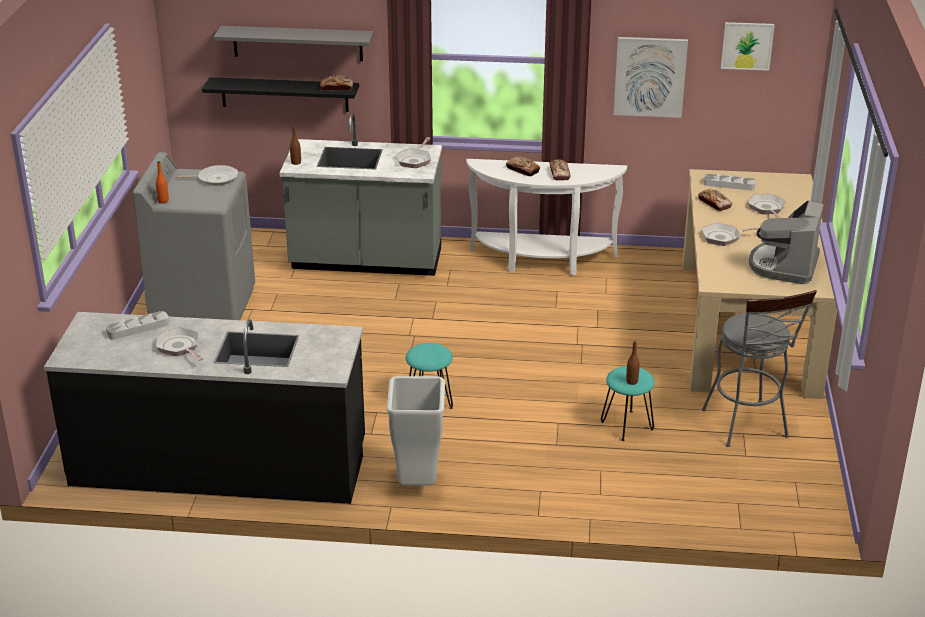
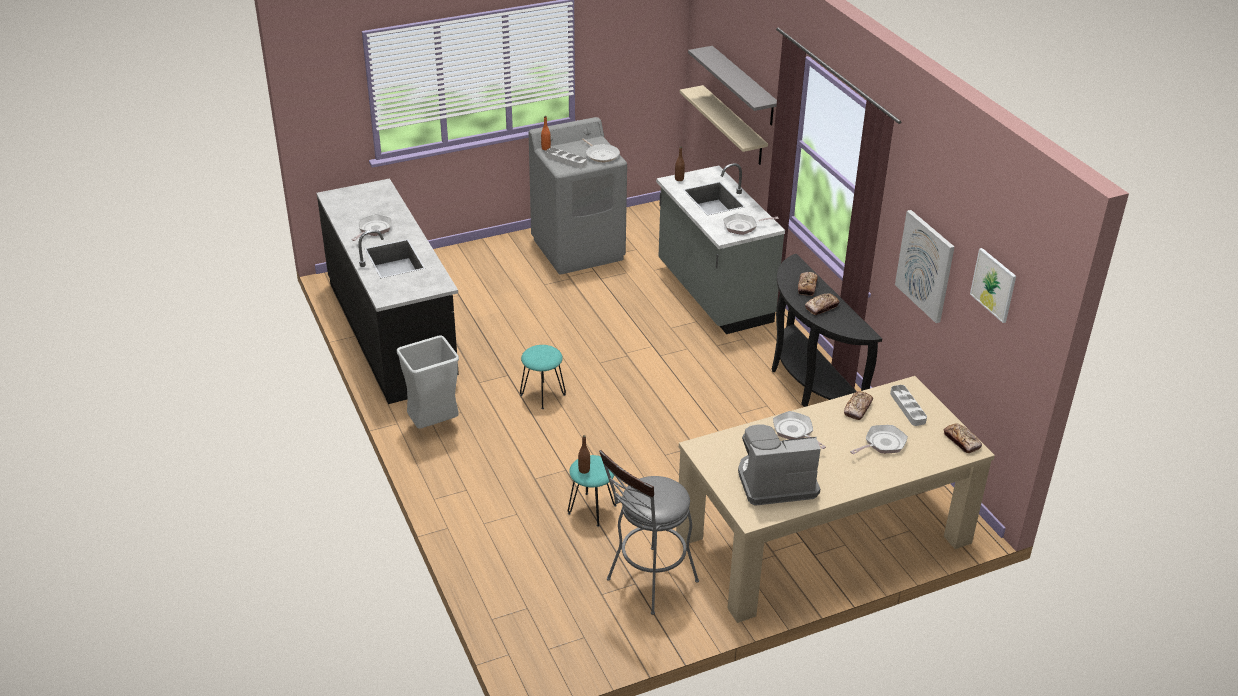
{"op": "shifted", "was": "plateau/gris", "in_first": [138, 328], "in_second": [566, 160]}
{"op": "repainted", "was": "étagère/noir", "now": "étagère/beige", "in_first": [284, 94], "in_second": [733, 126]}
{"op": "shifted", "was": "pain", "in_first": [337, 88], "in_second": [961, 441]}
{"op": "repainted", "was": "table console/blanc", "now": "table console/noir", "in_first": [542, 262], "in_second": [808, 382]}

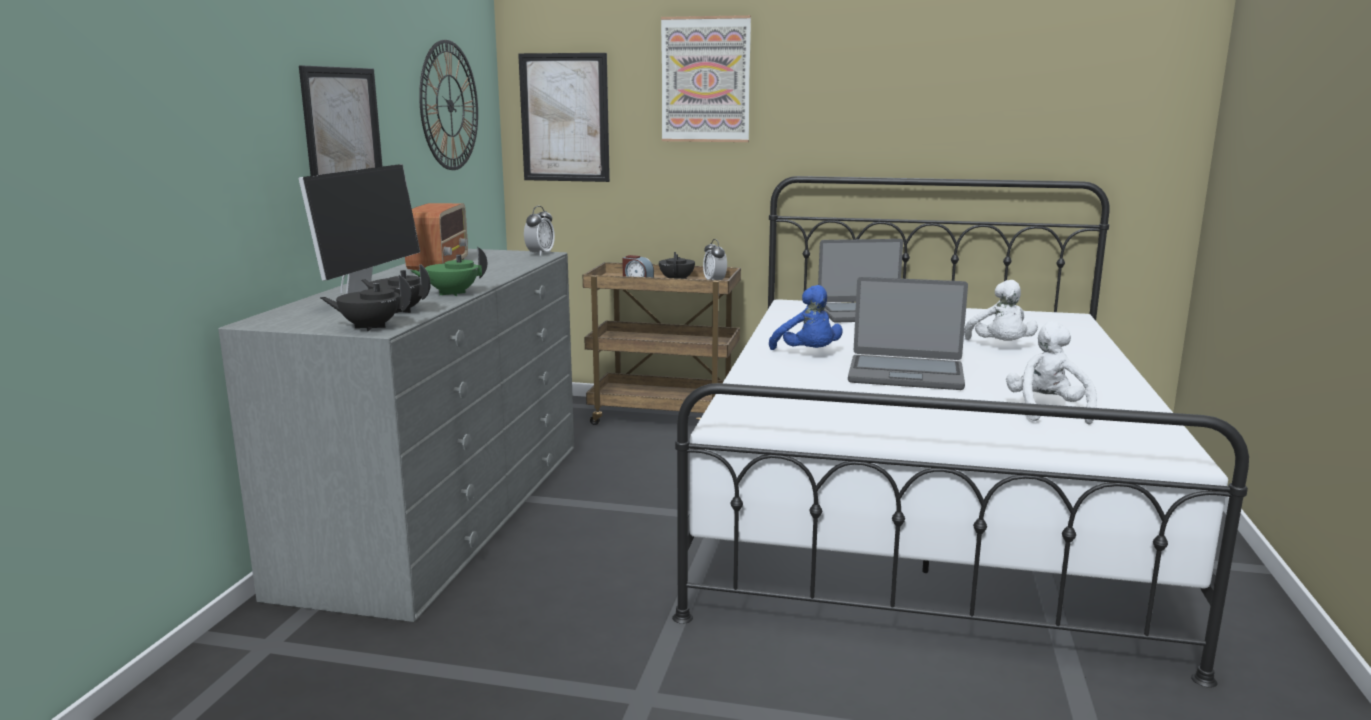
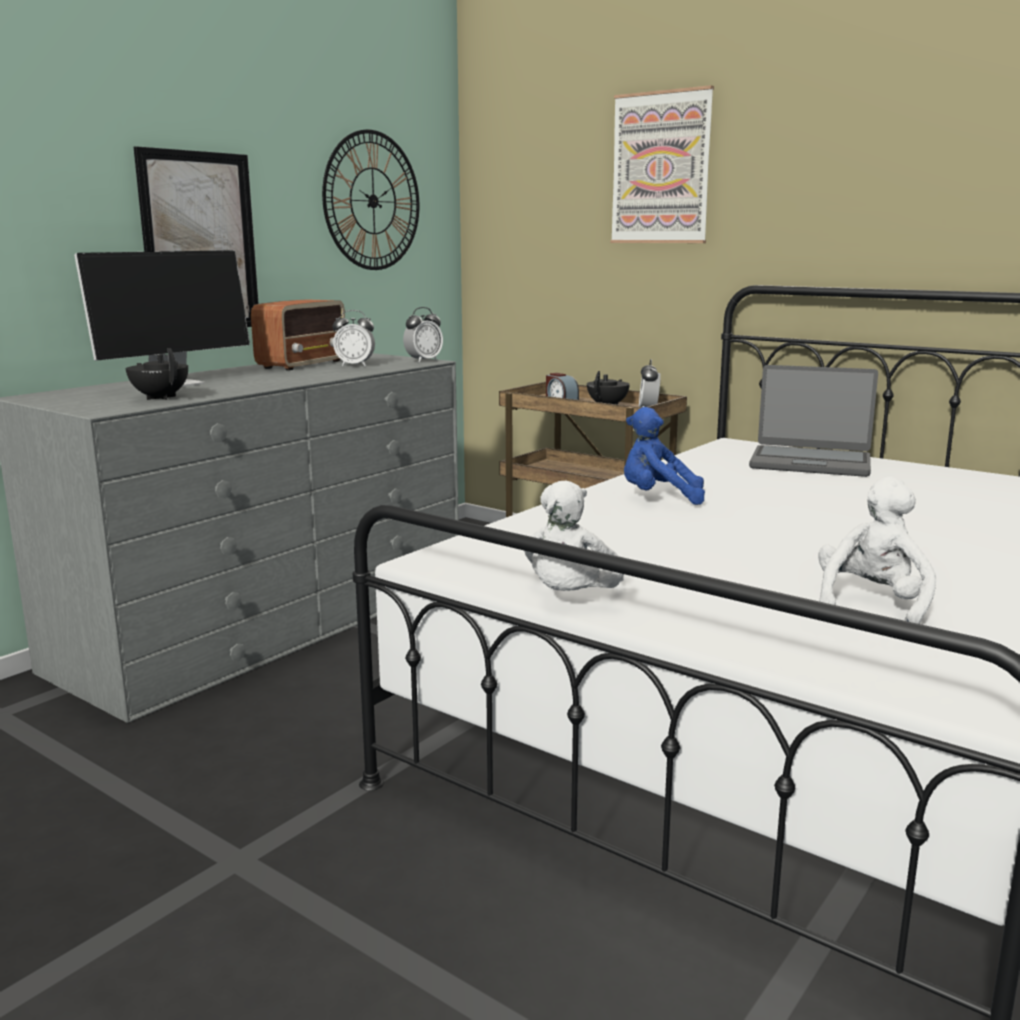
{"op": "gone", "was": "théière/noir", "in_first": [370, 327]}
{"op": "gone", "was": "théière/vert", "in_first": [452, 294]}
{"op": "gone", "was": "tableau", "in_first": [564, 118]}
{"op": "rotated", "was": "peluche/bleu", "in_first": [808, 354], "in_second": [658, 498], "clockwise": 105}
{"op": "gone", "was": "ordinateur portable", "in_first": [905, 374]}
{"op": "shifted", "was": "peluche/blanc", "in_first": [1000, 346], "in_second": [571, 598]}
{"op": "new", "now": "réveil", "in_second": [355, 365]}

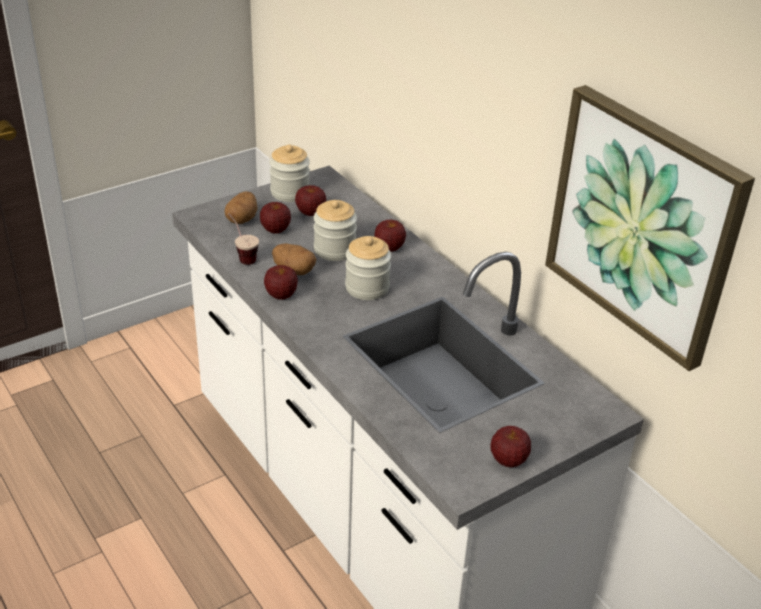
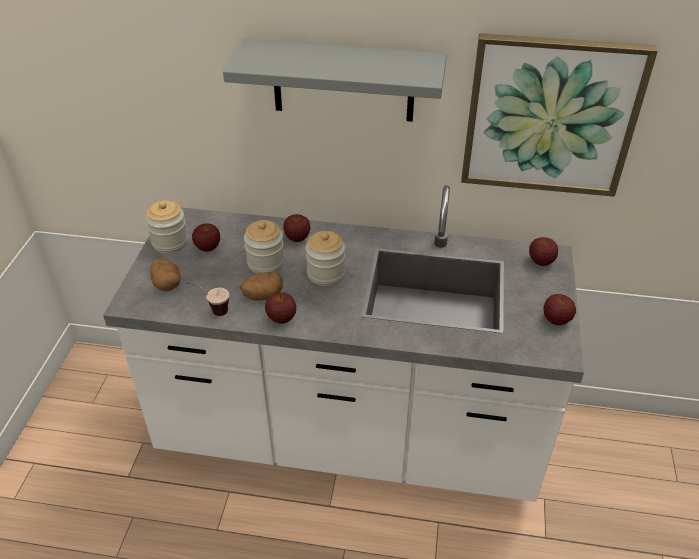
{"op": "shifted", "was": "pomme", "in_first": [275, 230], "in_second": [541, 262]}
{"op": "new", "now": "étagère/gris", "in_second": [343, 81]}

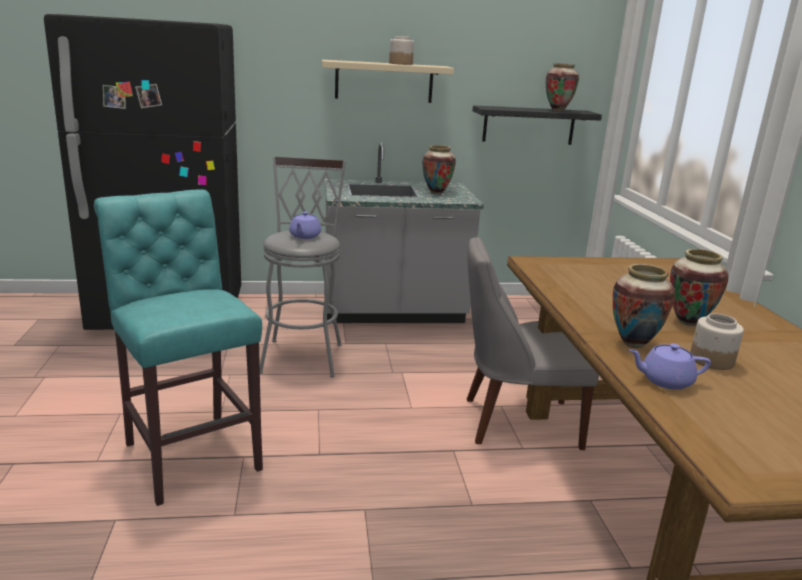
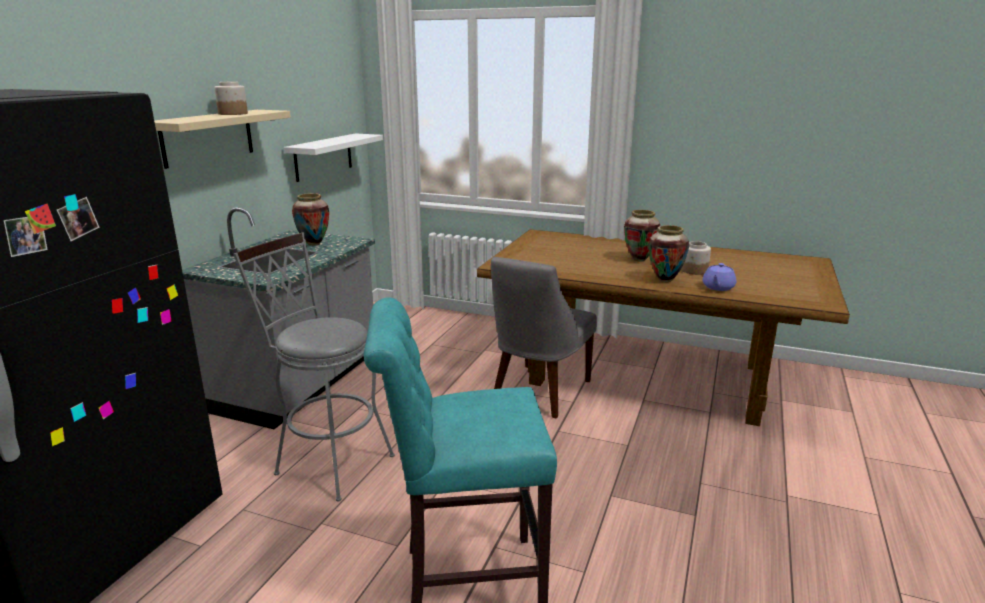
{"op": "gone", "was": "théière/violet", "in_first": [304, 236]}
{"op": "repainted", "was": "étagère/noir", "now": "étagère/blanc", "in_first": [529, 125], "in_second": [323, 157]}
{"op": "gone", "was": "vase", "in_first": [557, 110]}

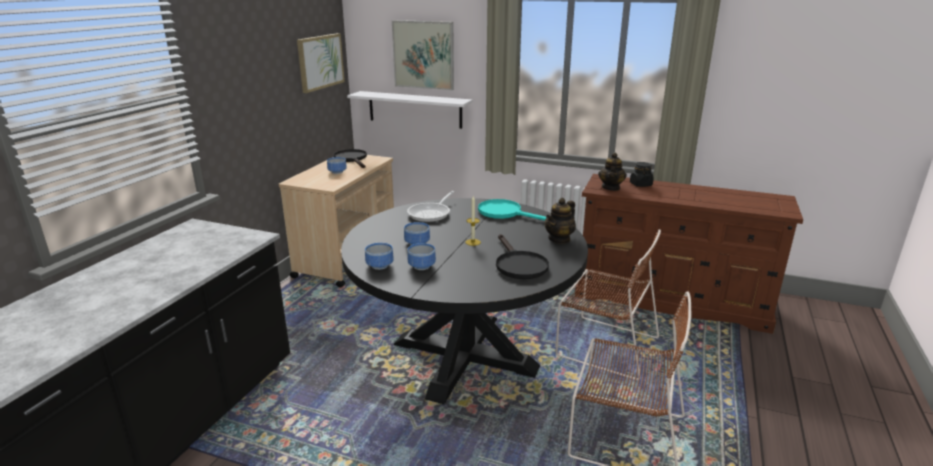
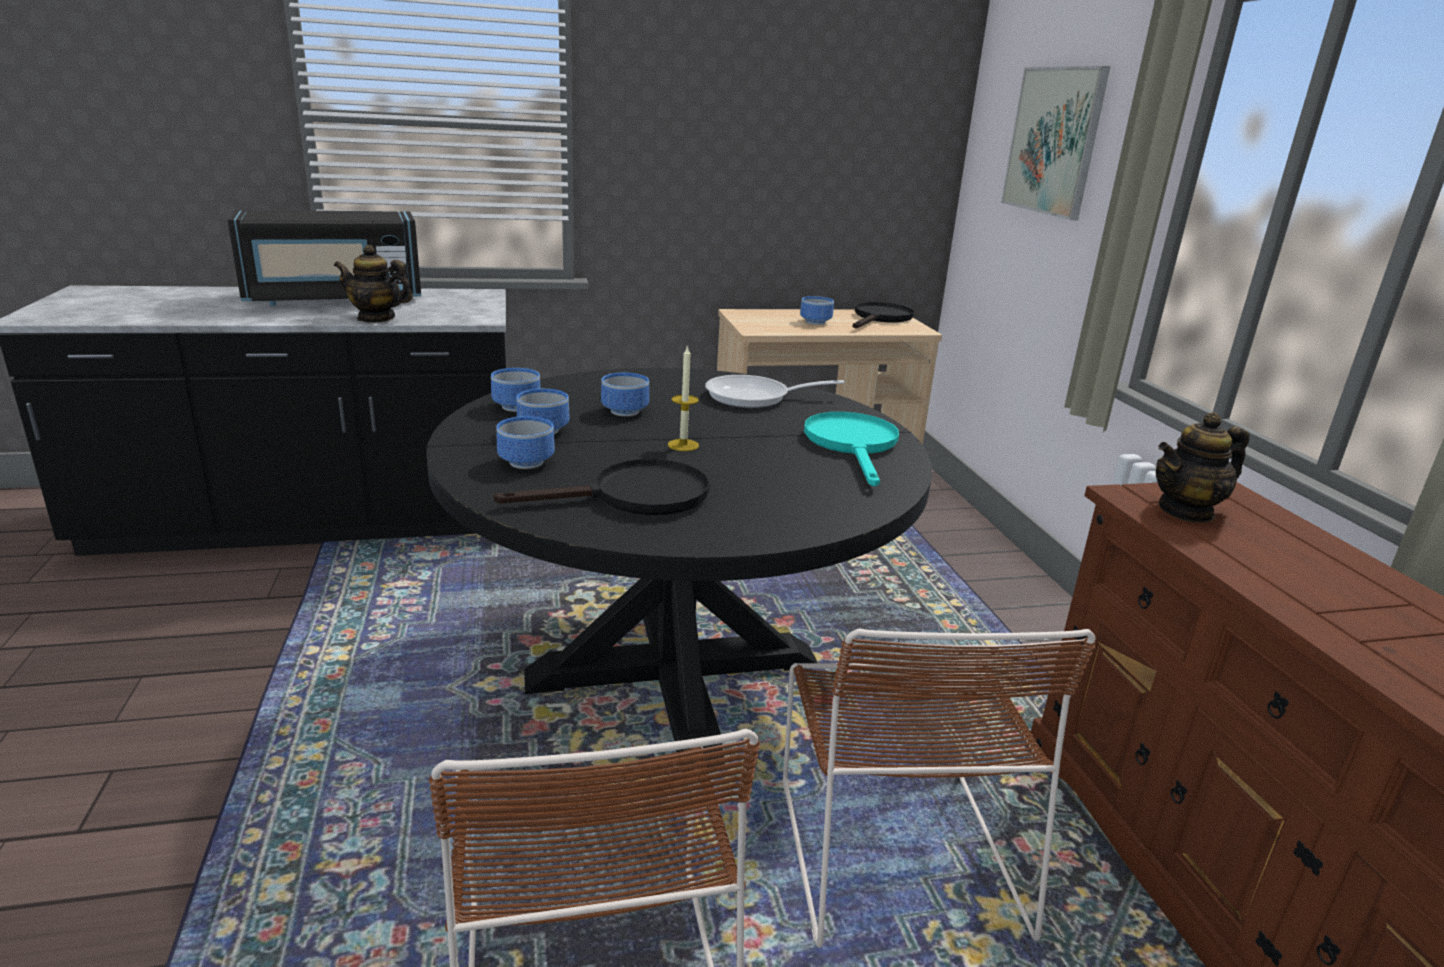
{"op": "gone", "was": "tableau", "in_first": [320, 62]}
{"op": "gone", "was": "étagère/blanc", "in_first": [414, 109]}
{"op": "rotated", "was": "poêle/noir", "in_first": [518, 265], "in_second": [634, 496], "clockwise": -150}
{"op": "shifted", "was": "théière", "in_first": [559, 239], "in_second": [376, 318]}
{"op": "gone", "was": "bocal/noir", "in_first": [640, 184]}
{"op": "new", "now": "micro-ondes/noir", "in_second": [334, 299]}
{"op": "new", "now": "bol", "in_second": [528, 462]}

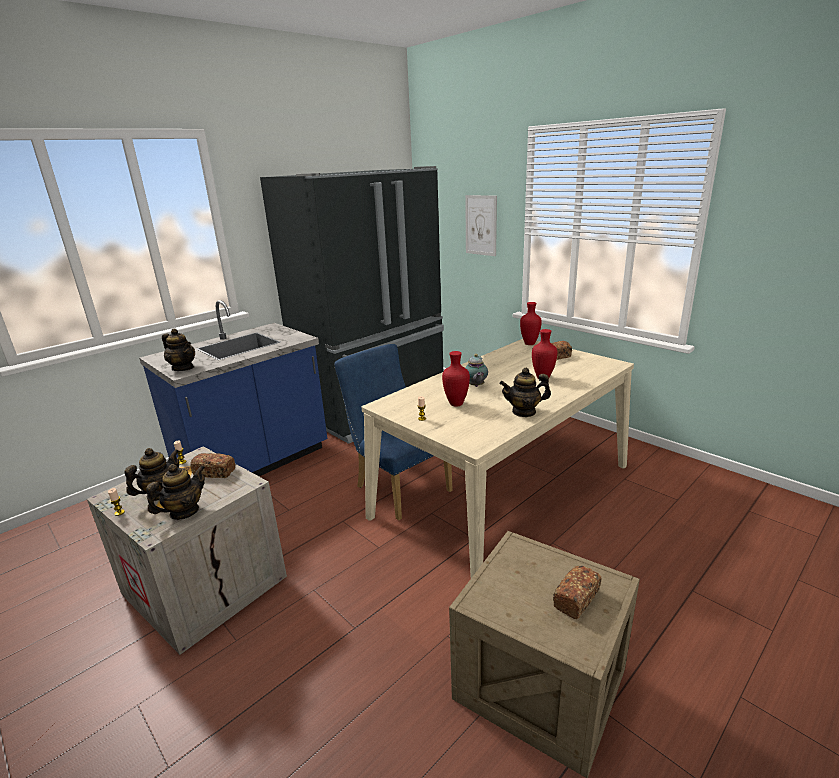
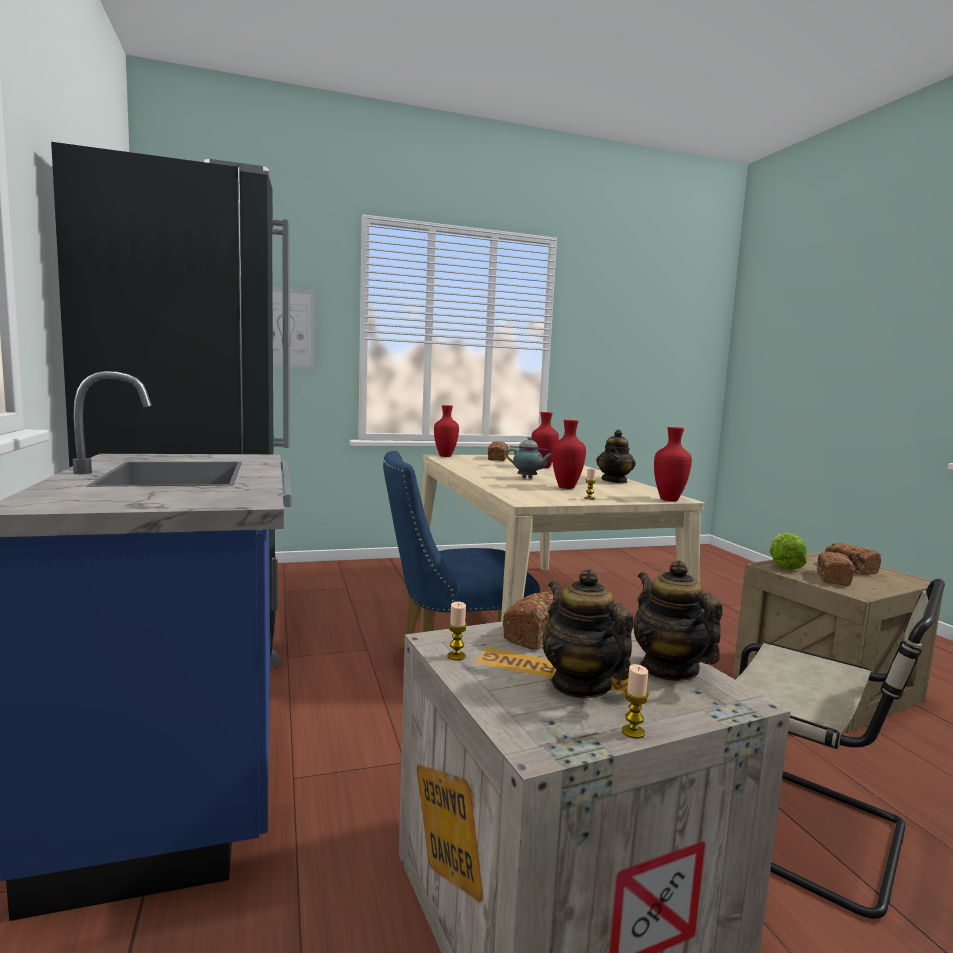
{"op": "gone", "was": "théière", "in_first": [183, 368]}
{"op": "new", "now": "vase/rouge", "in_second": [670, 499]}
{"op": "new", "now": "chaise/beige", "in_second": [803, 830]}
{"op": "new", "now": "laitue", "in_second": [783, 565]}
{"op": "new", "now": "pain", "in_second": [833, 578]}

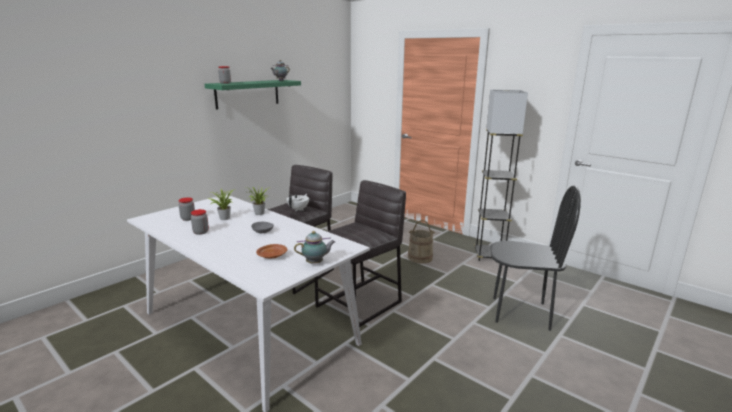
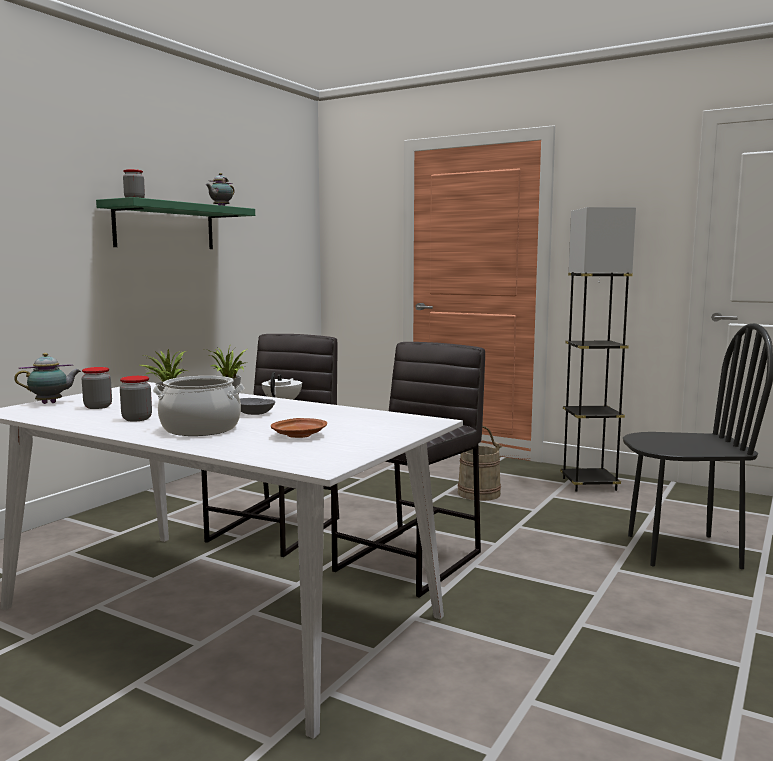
{"op": "shifted", "was": "théière", "in_first": [316, 263], "in_second": [51, 403]}
{"op": "new", "now": "marmite", "in_second": [200, 429]}

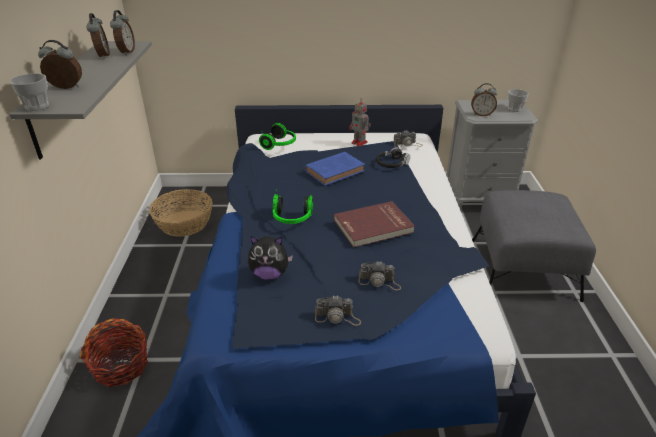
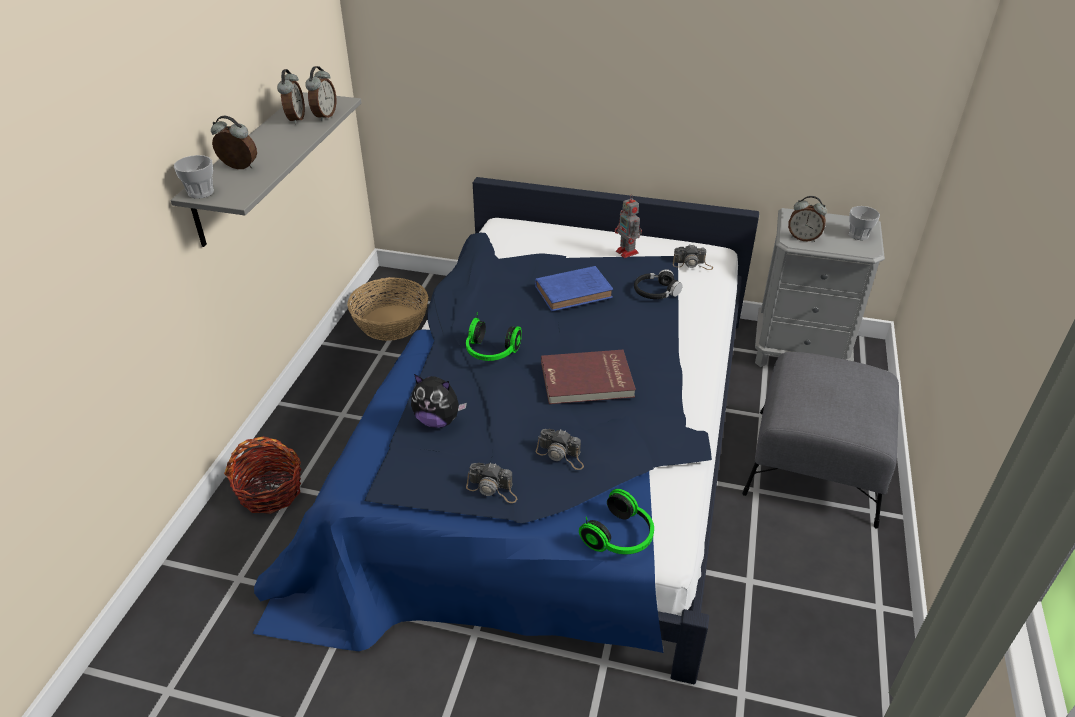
{"op": "shifted", "was": "casque audio", "in_first": [280, 145], "in_second": [620, 537]}

